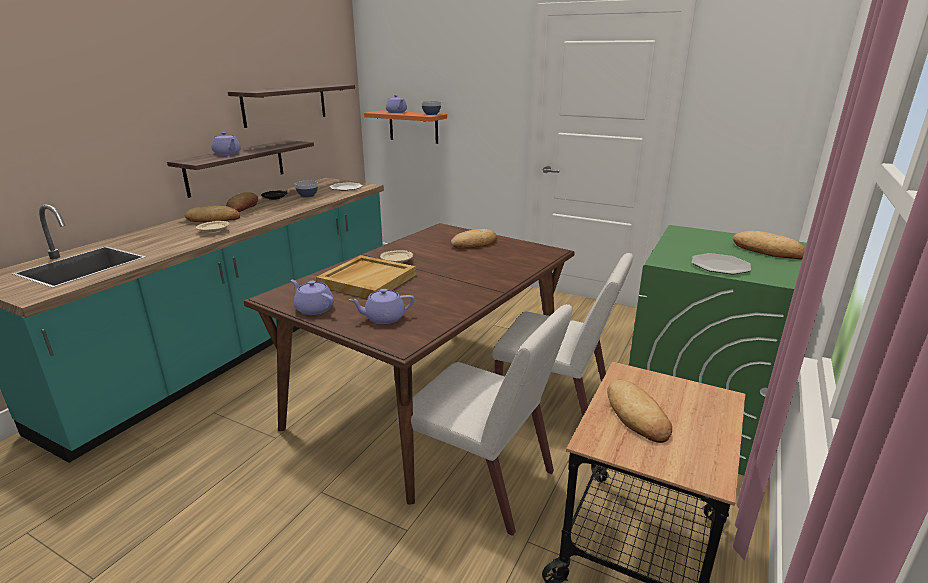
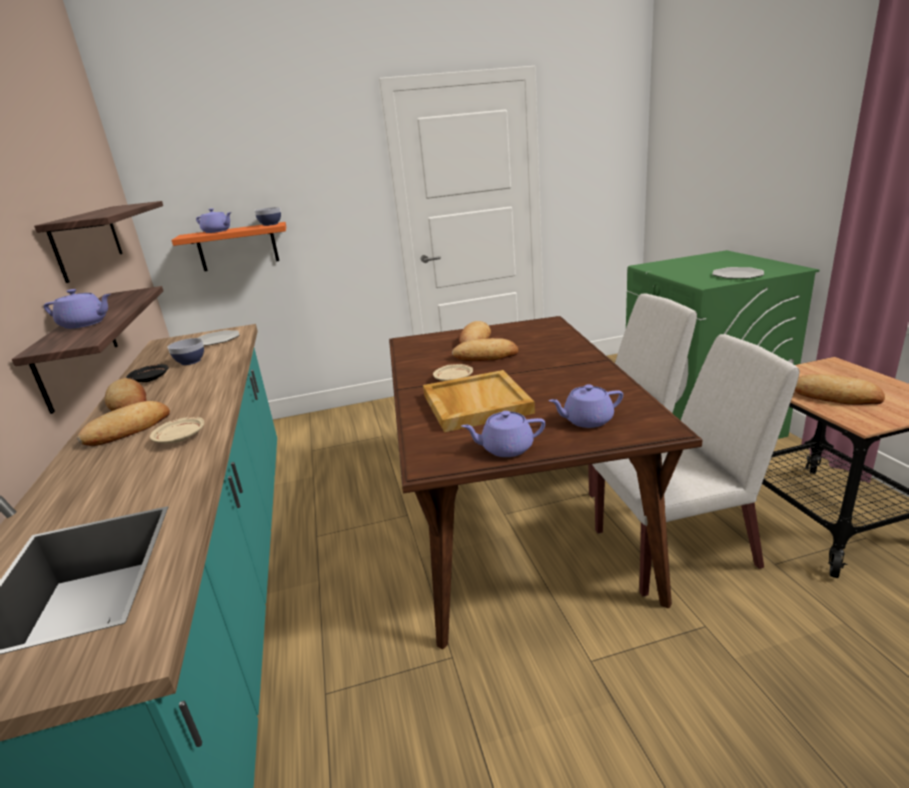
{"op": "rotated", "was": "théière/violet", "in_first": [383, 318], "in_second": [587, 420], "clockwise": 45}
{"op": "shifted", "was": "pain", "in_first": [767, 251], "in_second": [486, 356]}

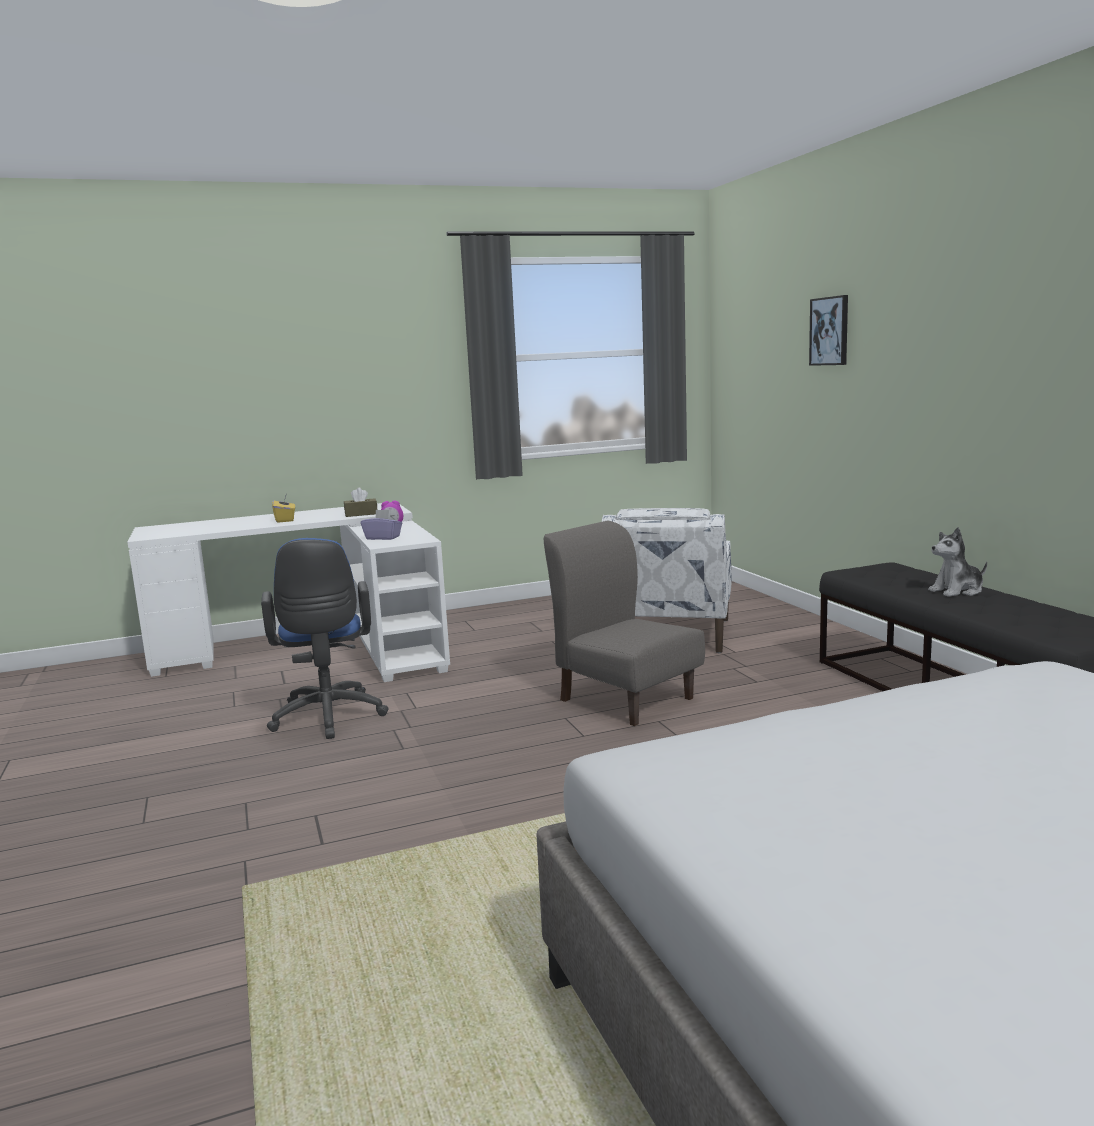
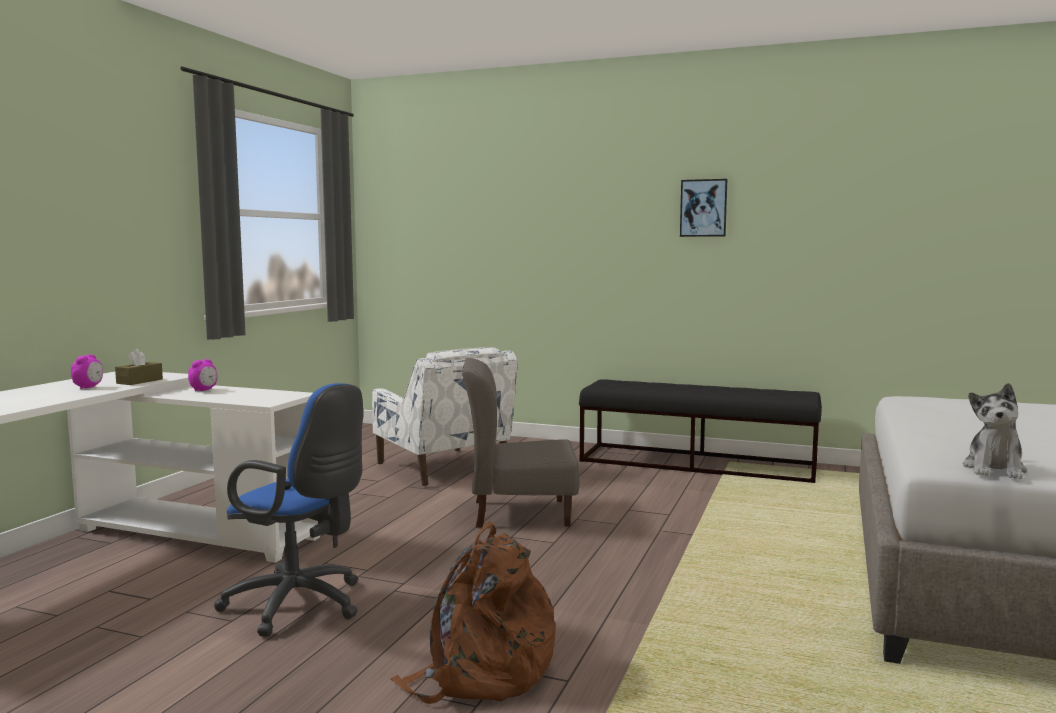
{"op": "gone", "was": "boîte à mouchoirs/jaune", "in_first": [285, 520]}
{"op": "gone", "was": "boîte à mouchoirs/violet", "in_first": [383, 538]}
{"op": "shifted", "was": "tableau", "in_first": [830, 331], "in_second": [703, 208]}
{"op": "shifted", "was": "peluche", "in_first": [957, 591], "in_second": [994, 469]}
{"op": "new", "now": "réveil", "in_second": [88, 387]}
{"op": "new", "now": "sac à dos/marron", "in_second": [482, 672]}

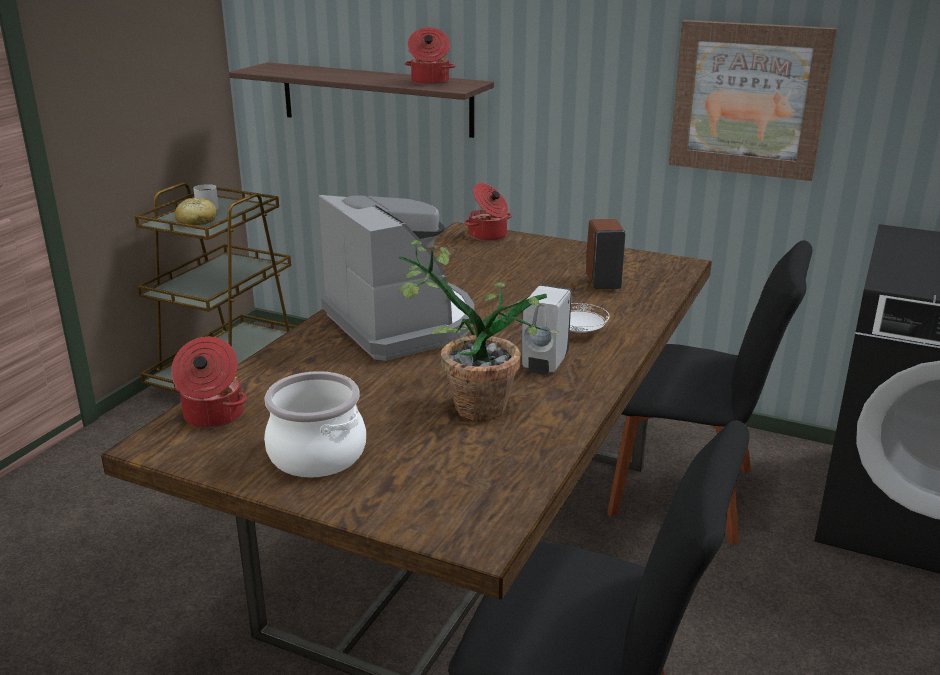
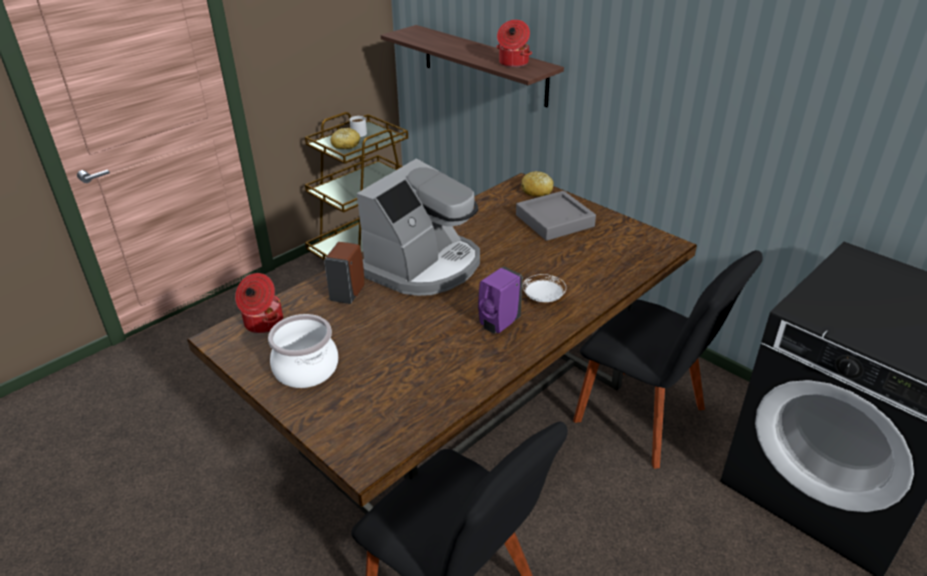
{"op": "rotated", "was": "machine à café", "in_first": [402, 323], "in_second": [424, 266], "clockwise": 45}
{"op": "gone", "was": "plante en pot", "in_first": [466, 405]}
{"op": "swapped", "was": "marmite", "now": "pain", "in_first": [488, 236], "in_second": [537, 191]}
{"op": "repainted", "was": "distributeur de savon/blanc", "now": "distributeur de savon/violet", "in_first": [544, 364], "in_second": [498, 324]}
{"op": "shifted", "was": "distributeur de savon/marron", "in_first": [602, 283], "in_second": [348, 294]}
{"op": "gone", "was": "tableau", "in_first": [749, 99]}
{"op": "new", "now": "plateau/gris", "in_second": [554, 221]}

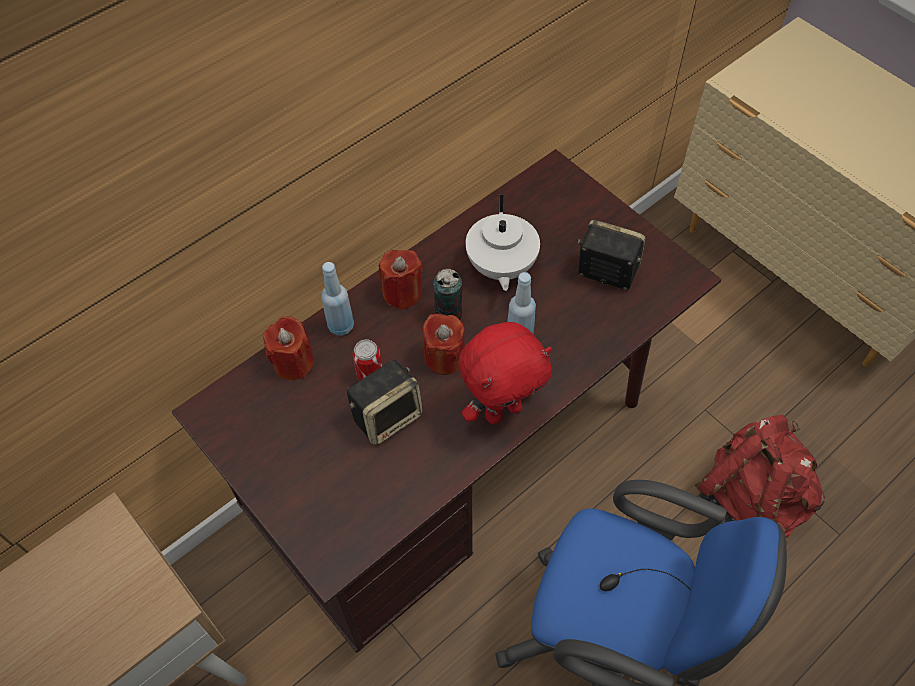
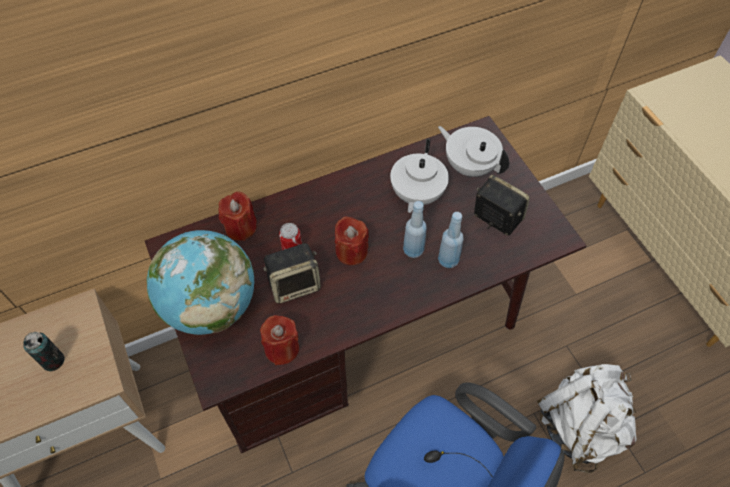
{"op": "shifted", "was": "bouteille/bleu", "in_first": [341, 326], "in_second": [448, 260]}
{"op": "shifted", "was": "bougie/rouge", "in_first": [402, 293], "in_second": [282, 348]}
{"op": "shifted", "was": "boîte métallique", "in_first": [448, 314], "in_second": [53, 361]}
{"op": "gone", "was": "peluche/rouge", "in_first": [502, 410]}
{"op": "repainted", "was": "sac à dos/rouge", "now": "sac à dos/blanc", "in_first": [749, 501], "in_second": [579, 426]}
{"op": "new", "now": "globe", "in_second": [211, 306]}
{"op": "new", "now": "théière/blanc", "in_second": [470, 166]}

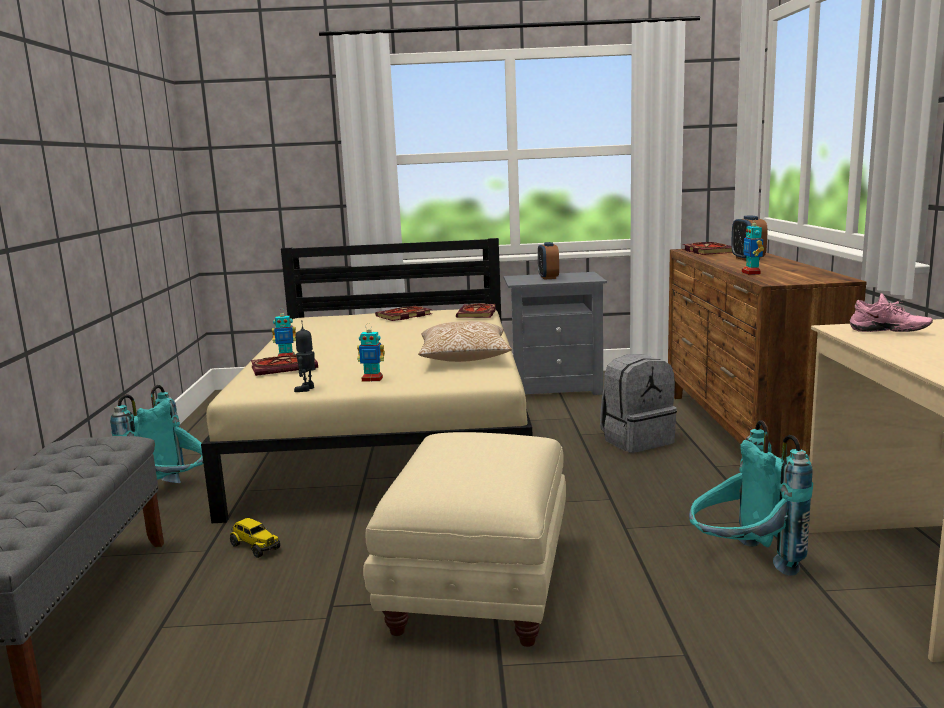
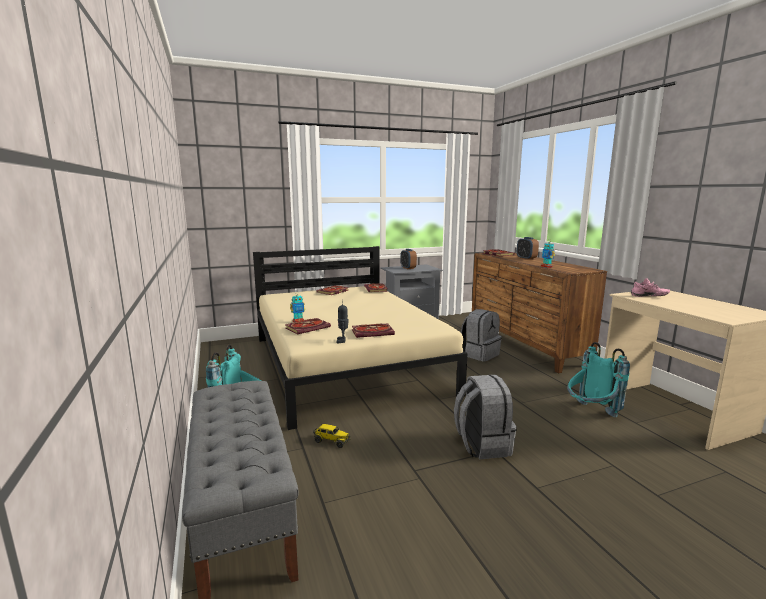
{"op": "swapped", "was": "robot jouet", "now": "livre", "in_first": [372, 379], "in_second": [373, 332]}
{"op": "swapped", "was": "pouf/beige", "now": "sac à dos/gris", "in_first": [479, 585], "in_second": [482, 445]}
{"op": "gone", "was": "coussin", "in_first": [464, 359]}

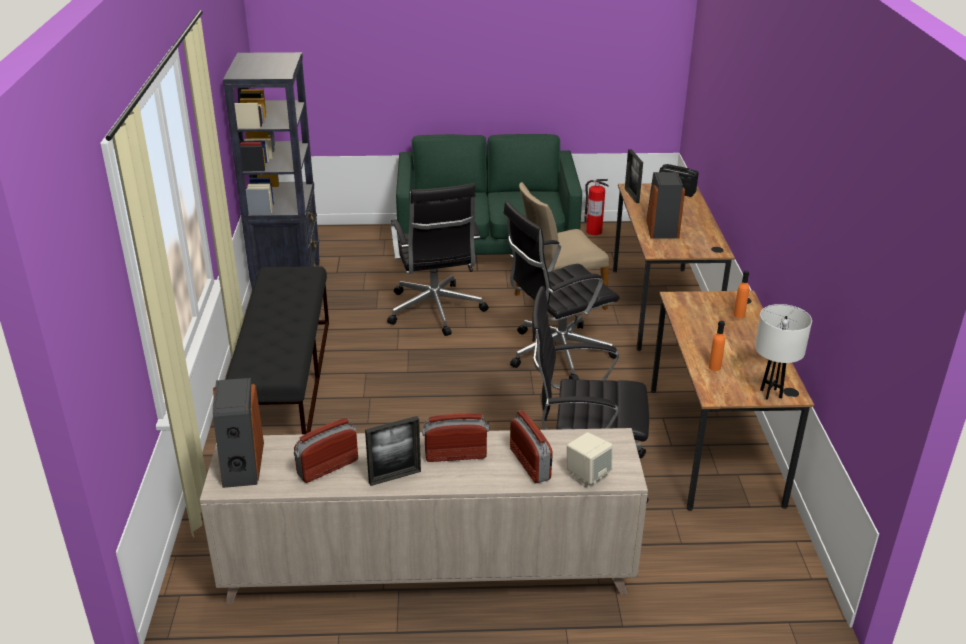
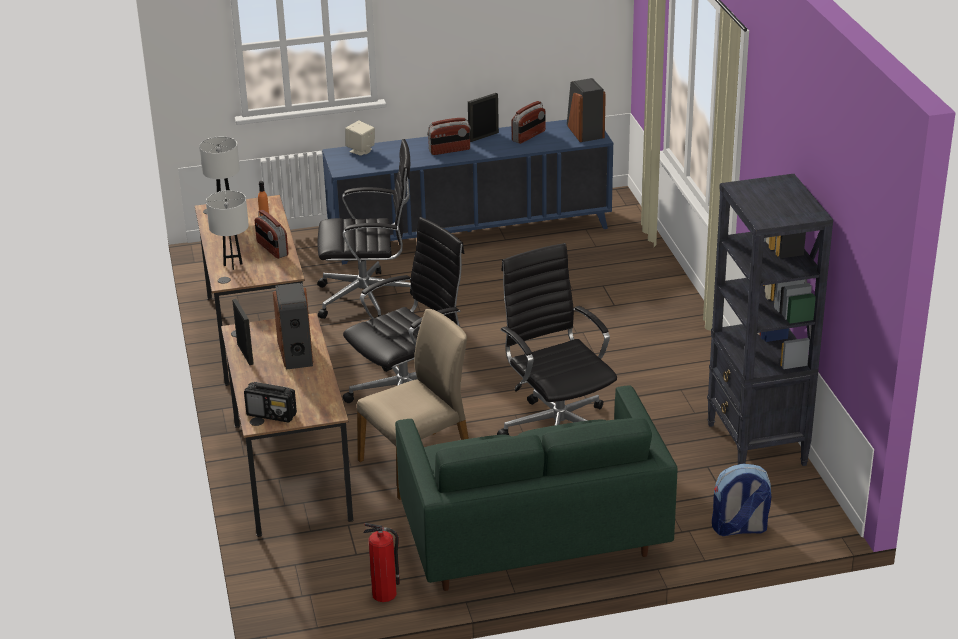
{"op": "repainted", "was": "meuble de rangement/beige", "now": "meuble de rangement/bleu", "in_first": [429, 571], "in_second": [470, 233]}
{"op": "gone", "was": "banc/noir", "in_first": [285, 381]}
{"op": "shifted", "was": "radio", "in_first": [530, 464], "in_second": [272, 249]}
{"op": "shifted", "was": "cadre photo", "in_first": [631, 195], "in_second": [245, 354]}
{"op": "swapped", "was": "bouteille/orange", "now": "lampe de table/blanc", "in_first": [739, 315], "in_second": [233, 265]}
{"op": "new", "now": "sac à dos", "in_second": [739, 529]}

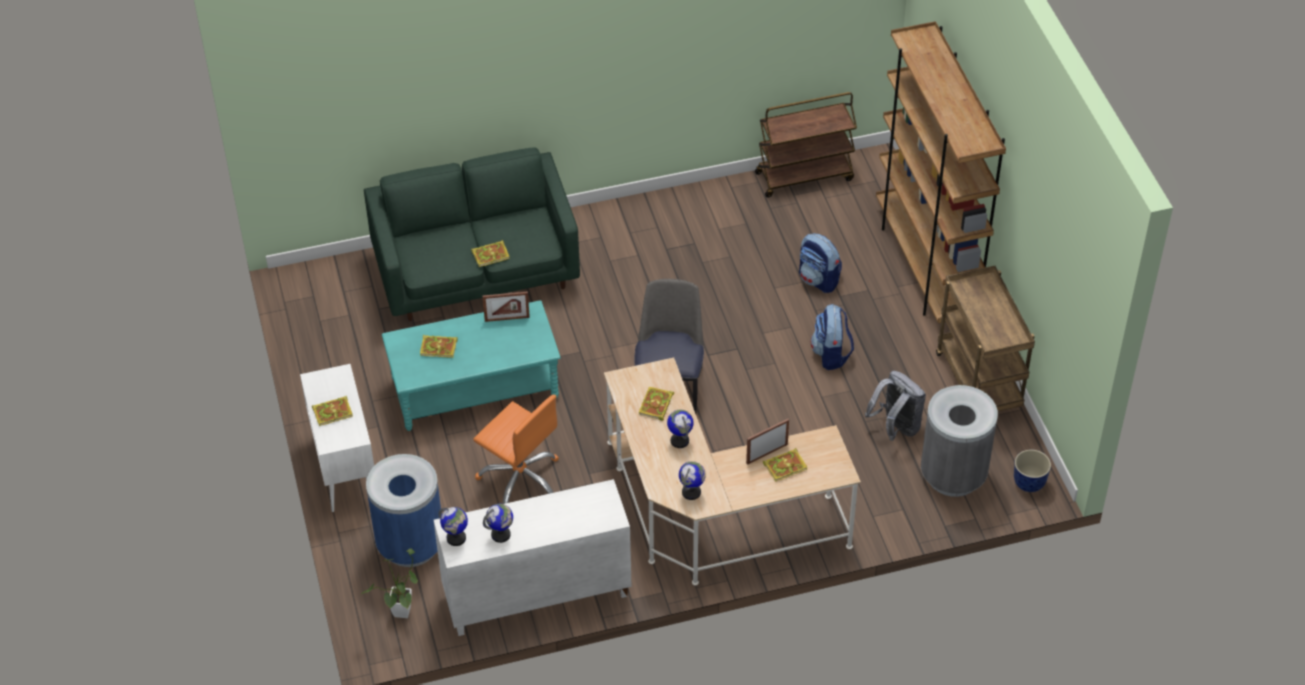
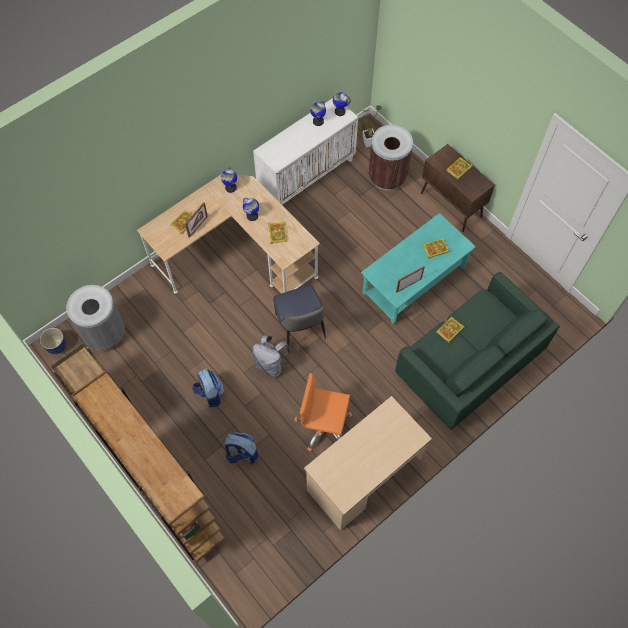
{"op": "repainted", "was": "meuble de rangement/blanc", "now": "meuble de rangement/marron", "in_first": [344, 467], "in_second": [451, 205]}
{"op": "repainted", "was": "poubelle/bleu", "now": "poubelle/marron", "in_first": [410, 545], "in_second": [387, 177]}
{"op": "shifted", "was": "chaise de bureau/orange", "in_first": [520, 478], "in_second": [323, 426]}
{"op": "gone", "was": "chariot/marron", "in_first": [804, 176]}
{"op": "shifted", "was": "sac à dos/gris", "in_first": [896, 428], "in_second": [271, 364]}
{"op": "new", "now": "bureau/beige", "in_second": [364, 475]}

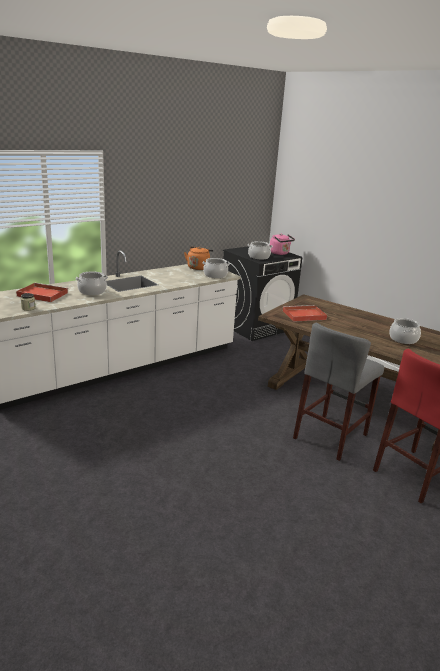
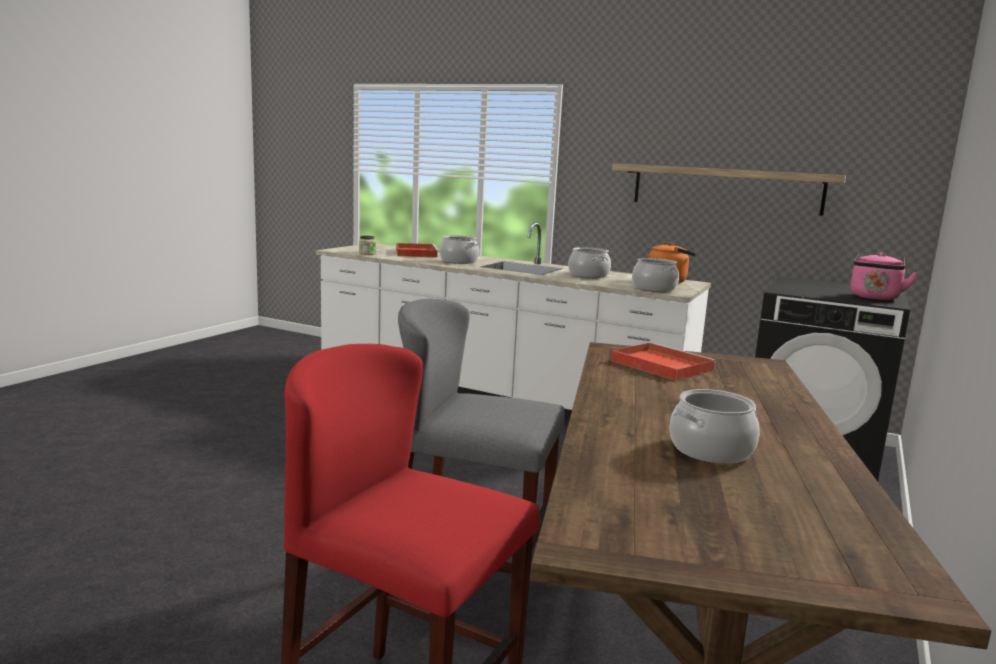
{"op": "shifted", "was": "marmite", "in_first": [258, 257], "in_second": [588, 275]}
{"op": "new", "now": "étagère", "in_second": [726, 188]}

